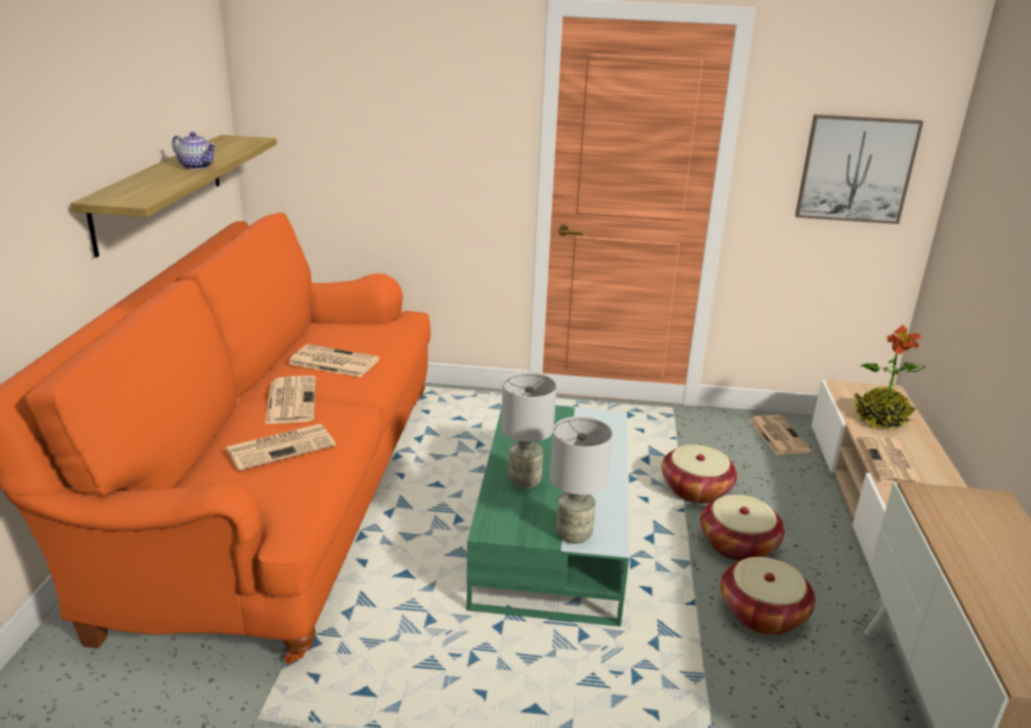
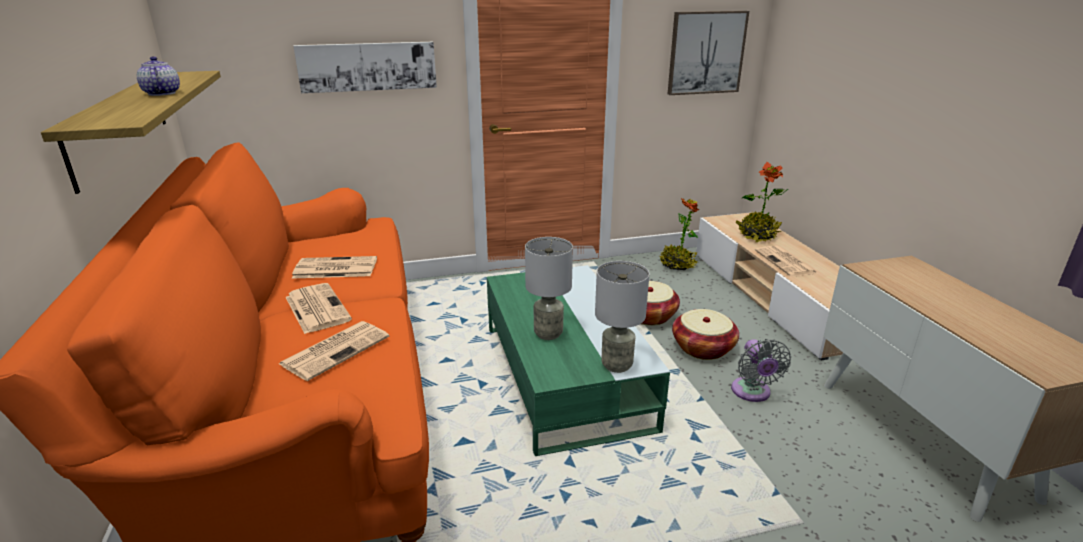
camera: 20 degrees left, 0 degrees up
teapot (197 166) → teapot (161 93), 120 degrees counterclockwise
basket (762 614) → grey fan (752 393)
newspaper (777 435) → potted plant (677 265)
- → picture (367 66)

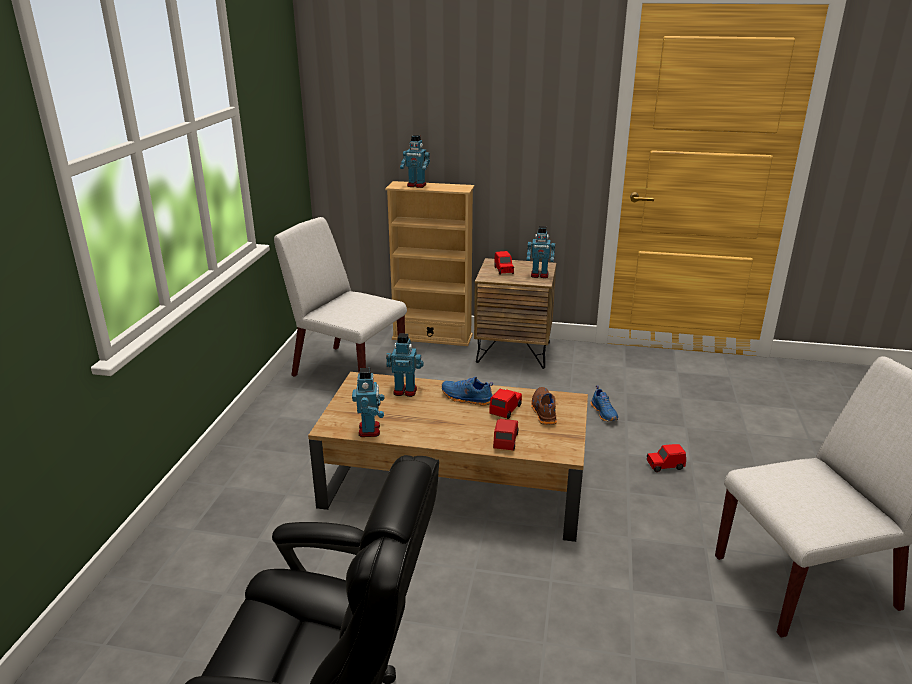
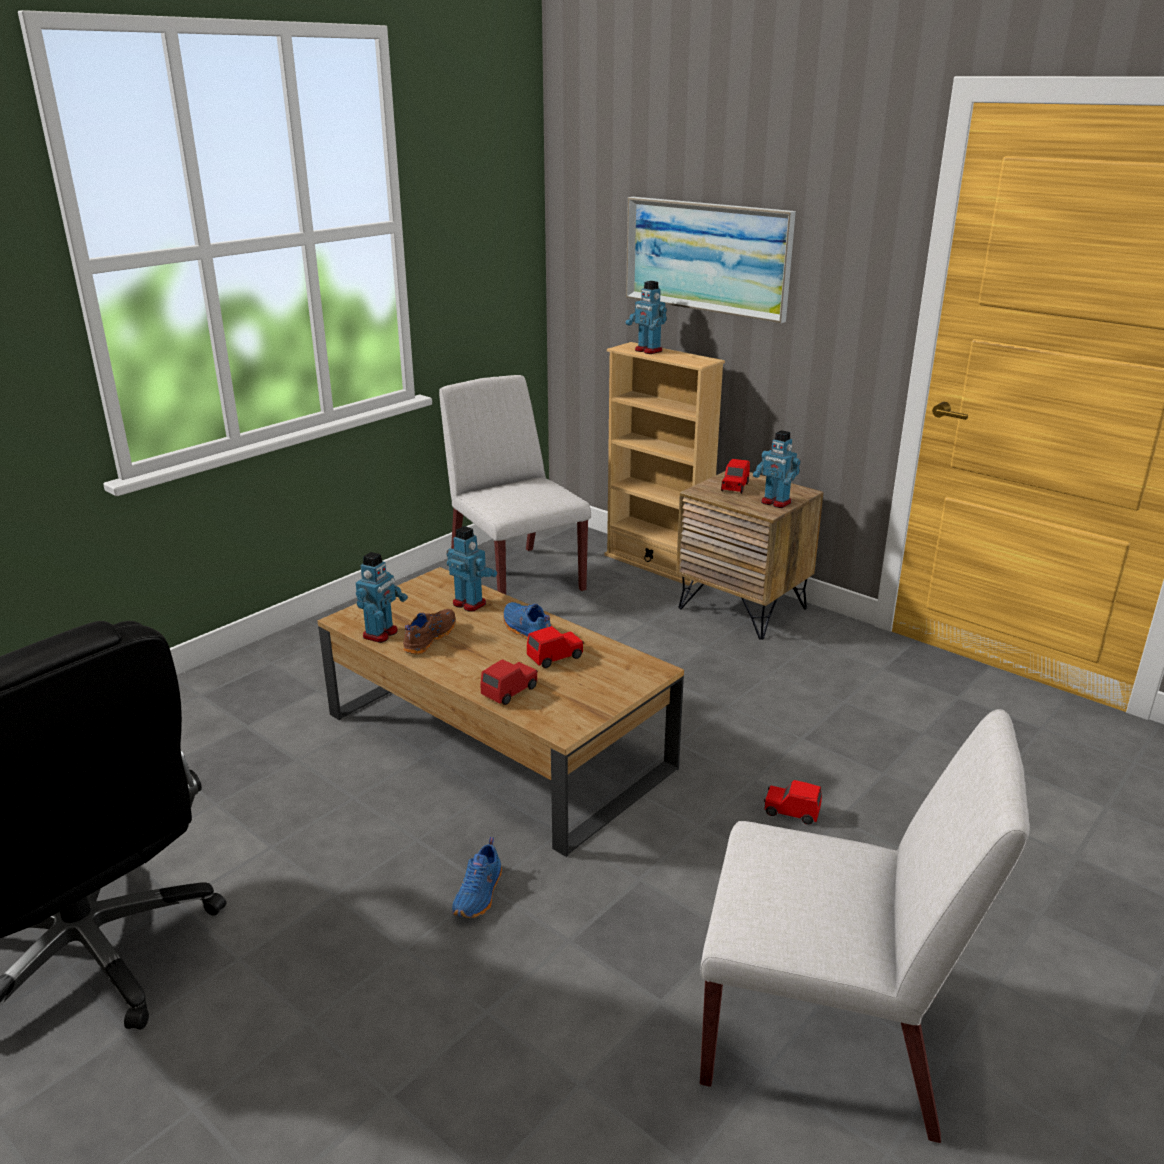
camera: 30 degrees right, 0 degrees up
brown shoe (543 411) → brown shoe (428 638), shifted
blue shoe (604 413) → blue shoe (479 894), shifted
- → picture (707 257)

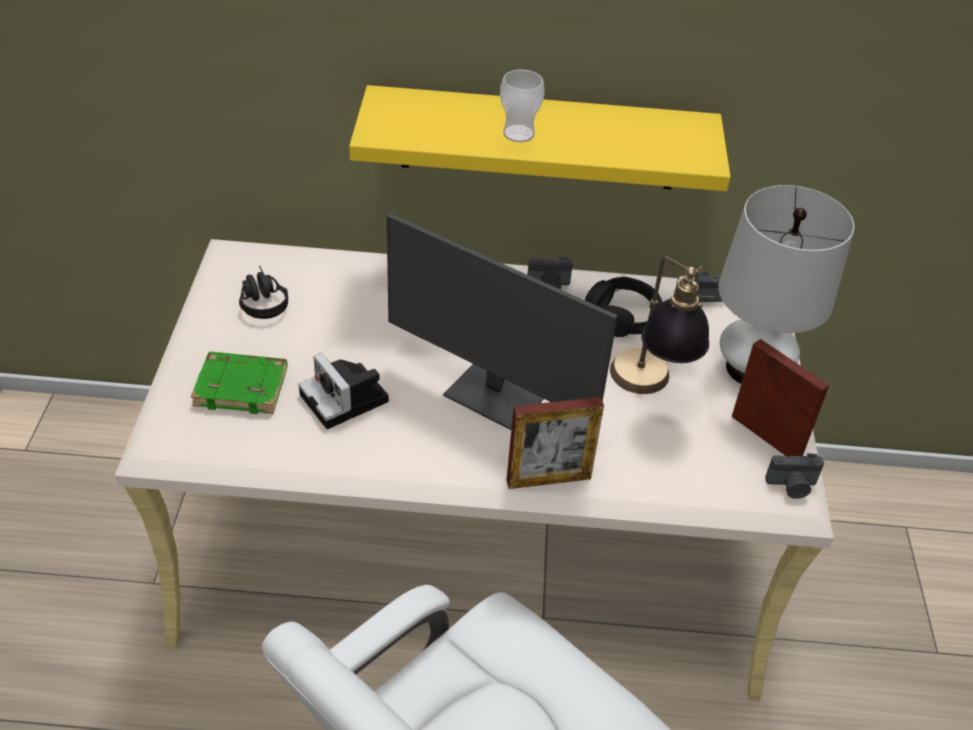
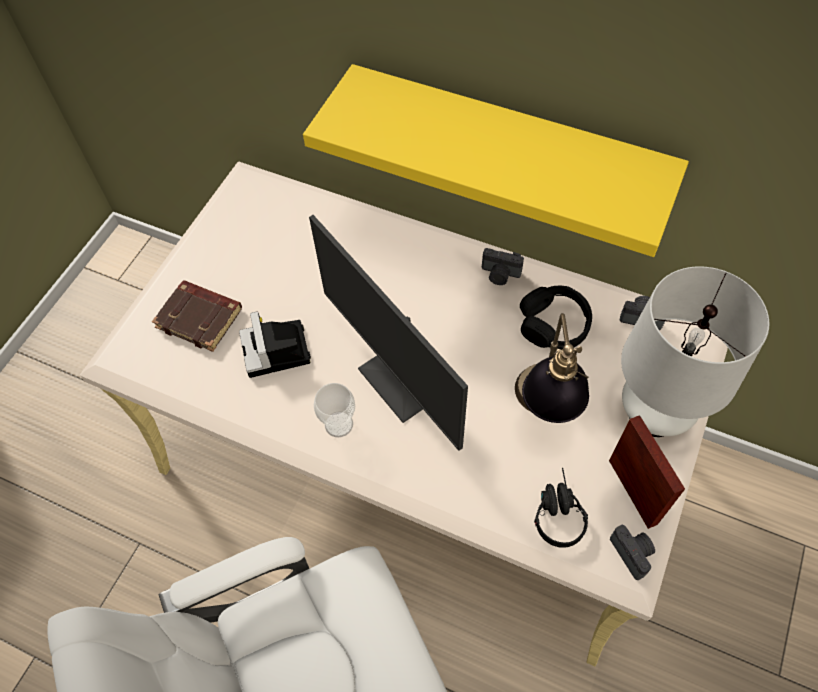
camera: 25 degrees right, 15 degrees up
green book (242 387) → brown book (201 318)
black headphones (261 300) → black headphones (556 511), shifted
cup (518 134) → cup (339 424), shifted
picture frame (548 479) → -
photo camera (792 486) → photo camera (633 553), 135 degrees counterclockwise

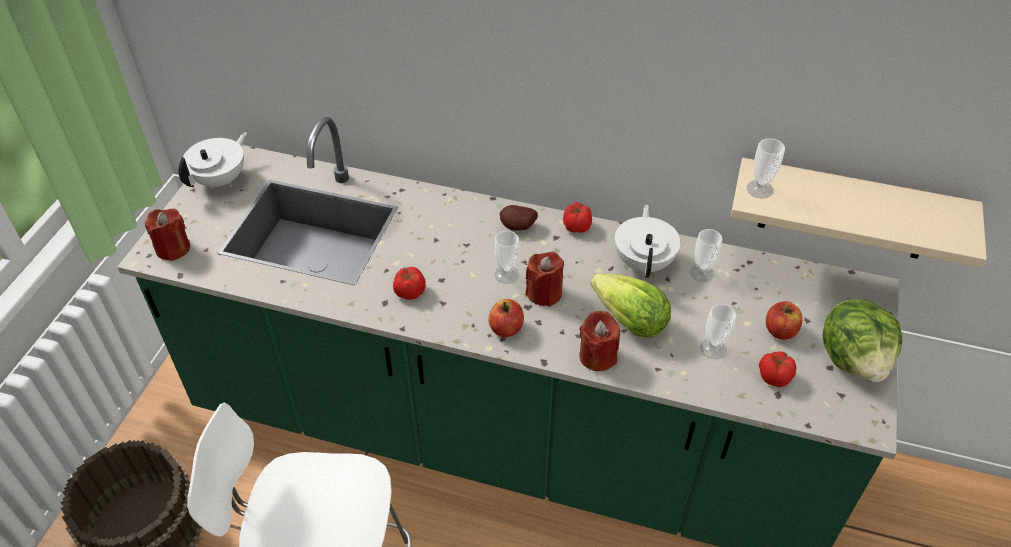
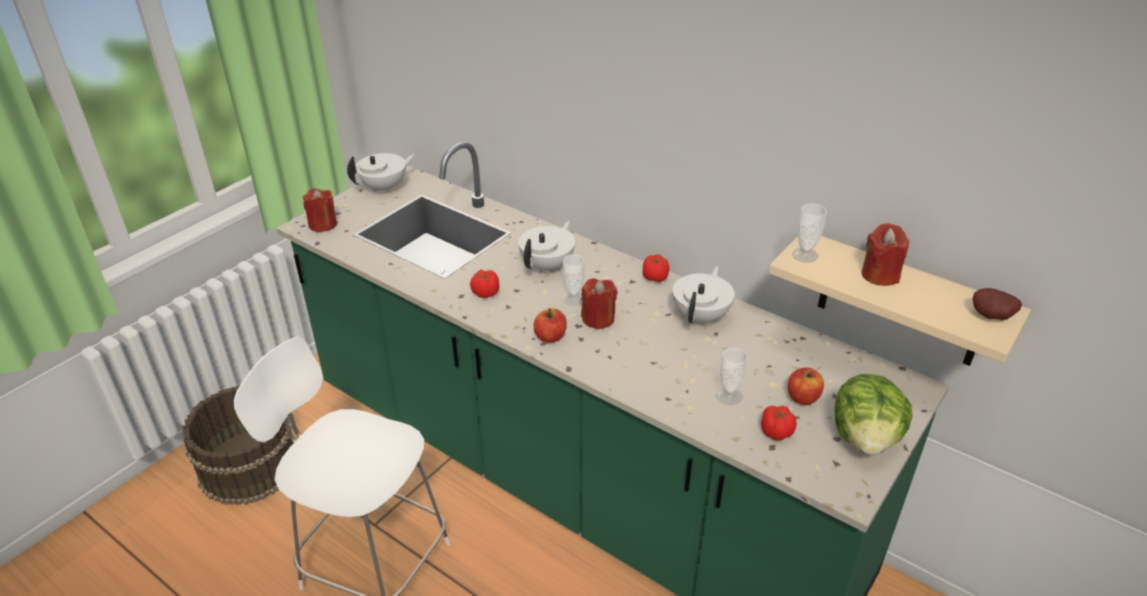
camera: 20 degrees right, 10 degrees down
potato (518 228) → potato (991 317), shifted
red candle (597 356) → red candle (880 275), shifted
lettuce (630 321) → -
cup (701 273) → -
- → white teapot (548 265)

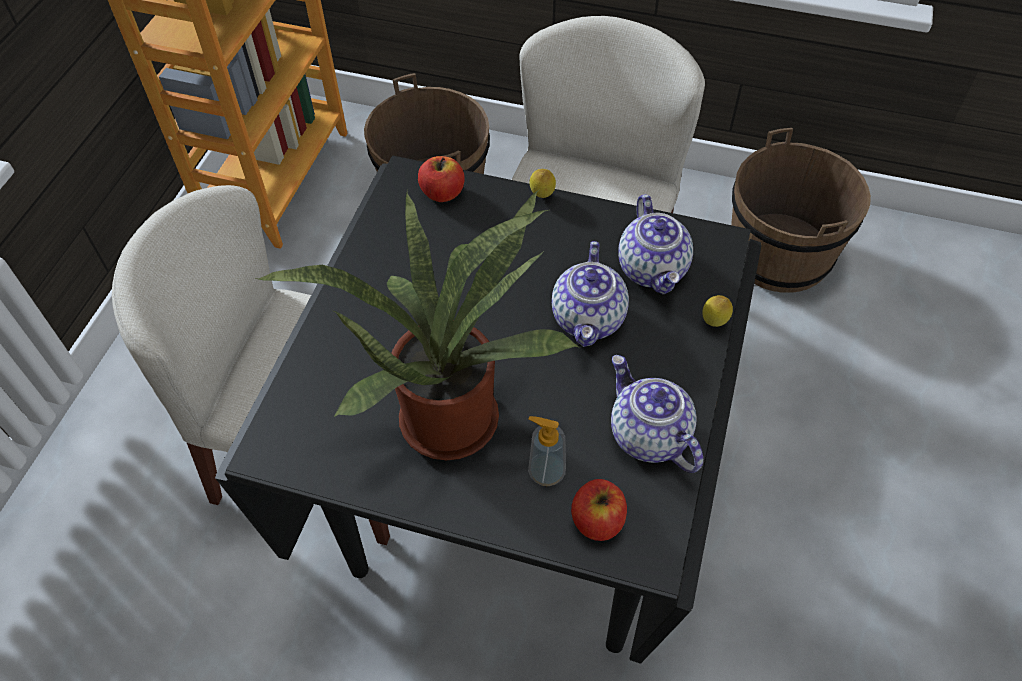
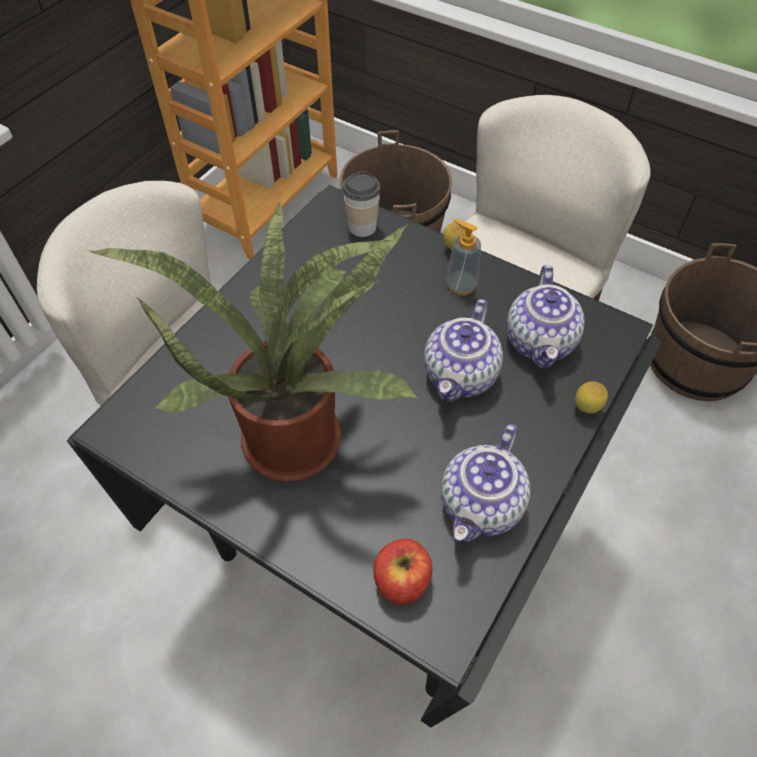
camera: 15 degrees right, 0 degrees up
apple (442 193) → cup (362 227)
soap dispenser (546 472) → soap dispenser (461 286), shifted
teapot (648 435) → teapot (482 506), 135 degrees counterclockwise

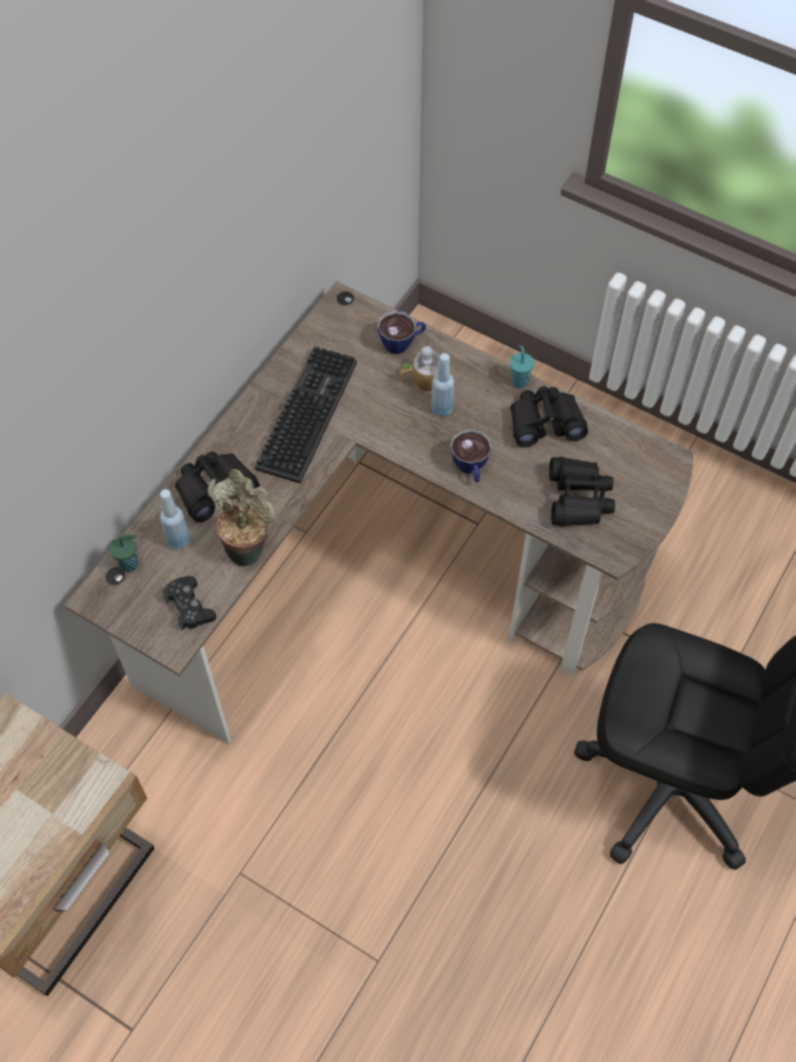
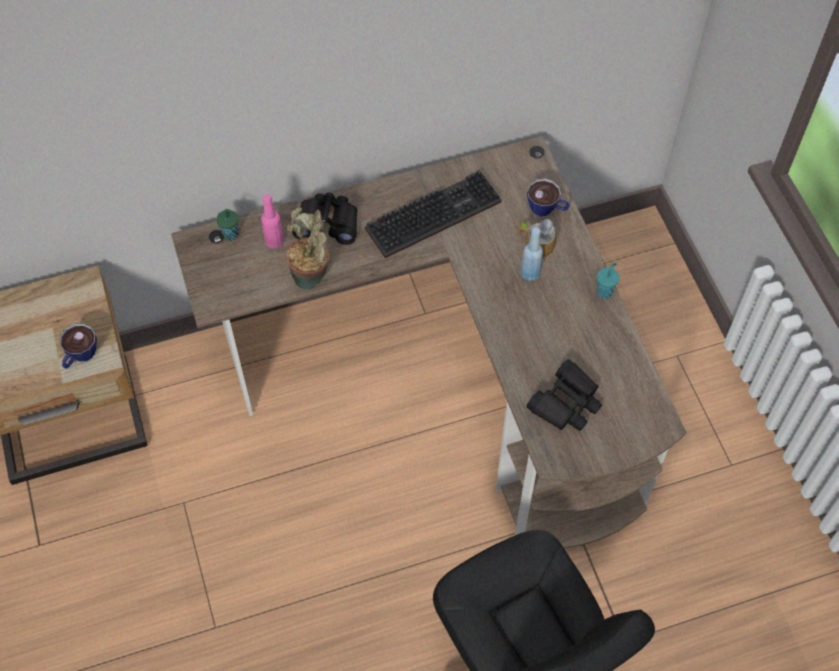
camera: 40 degrees right, 0 degrees up
blue bottle (178 540) → pink bottle (274 241)
black game controller (189 607) → -
cup (471 468) → cup (80 356), shifted
black binoculars (545 422) → -

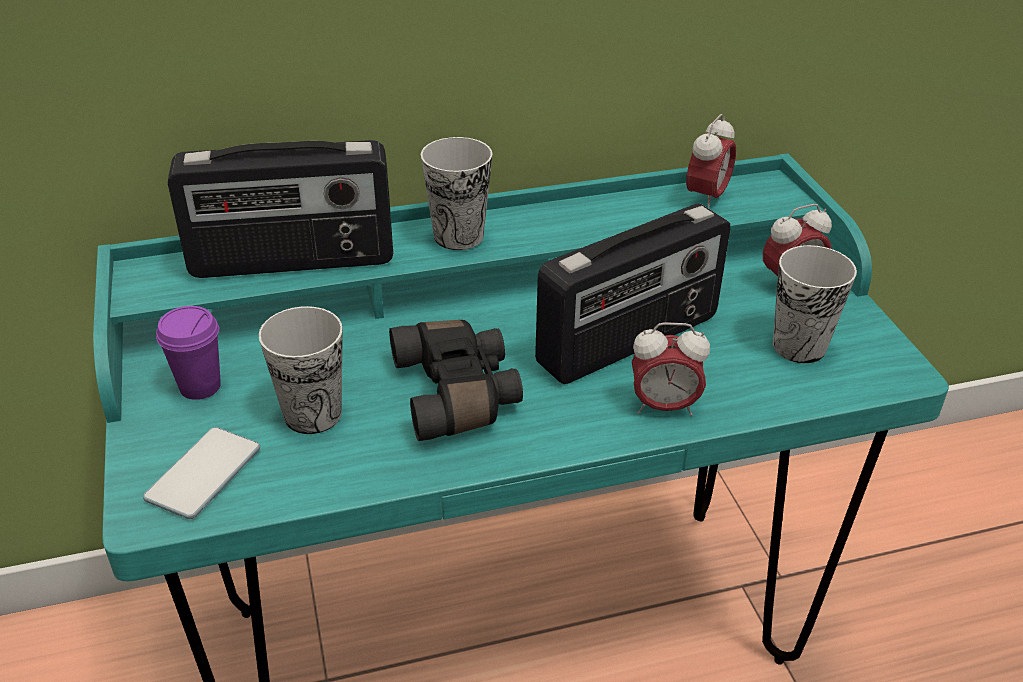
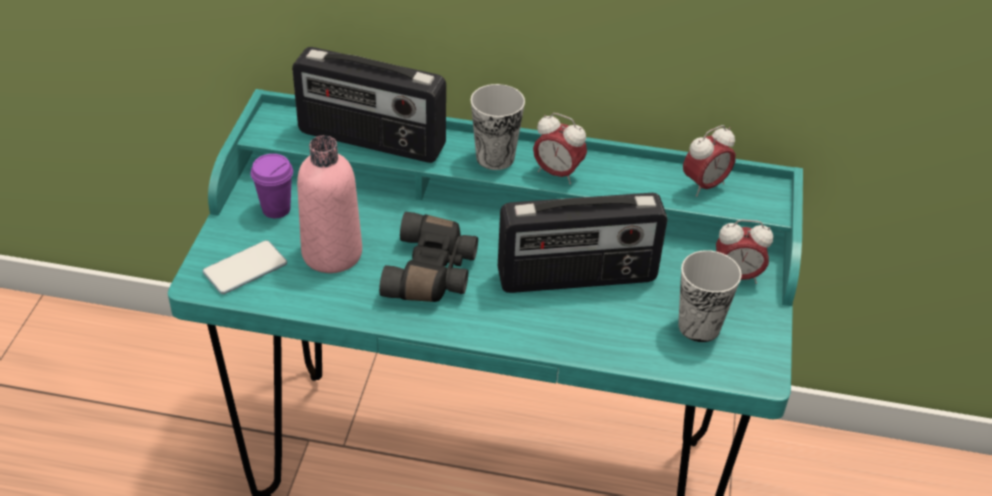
camera: 25 degrees right, 5 degrees up
cup (313 414) → pink bottle (332 253)
alarm clock (663 406) → alarm clock (557 173), shifted

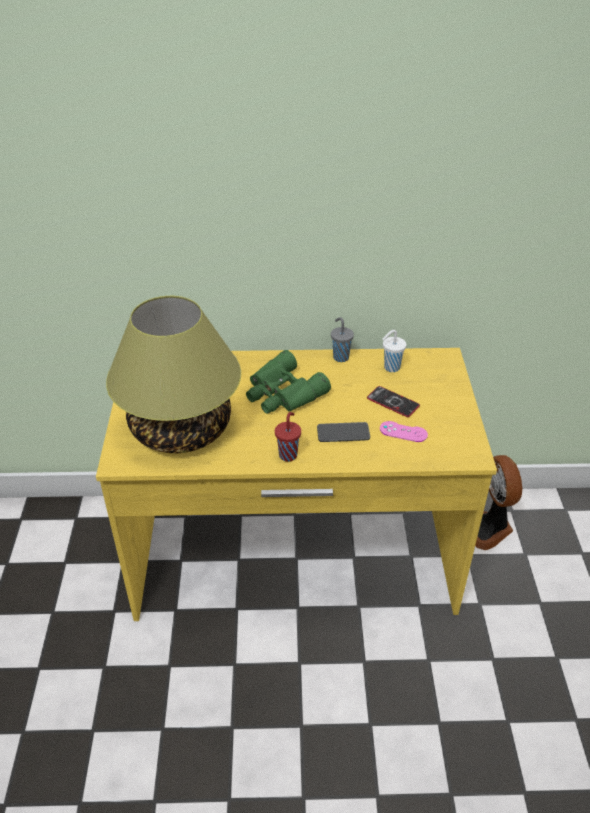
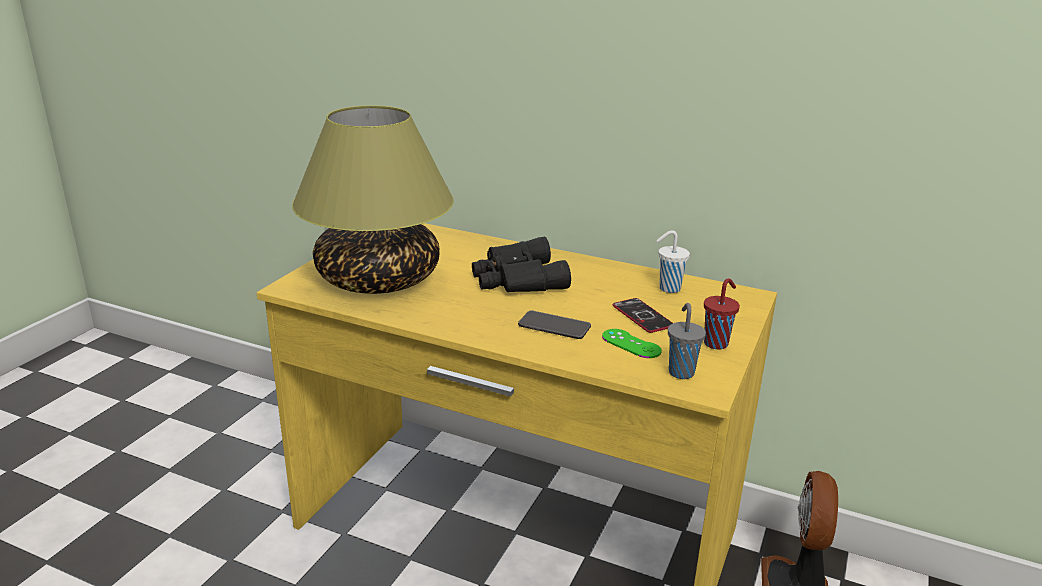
camera: 25 degrees right, 15 degrees down
green binoculars (282 393) → black binoculars (516 279)
red cup (288 454) → red cup (716 343), shifted
grey cup (340 357) → grey cup (681 372), shifted
pink game controller (403 432) → green game controller (631 344)

